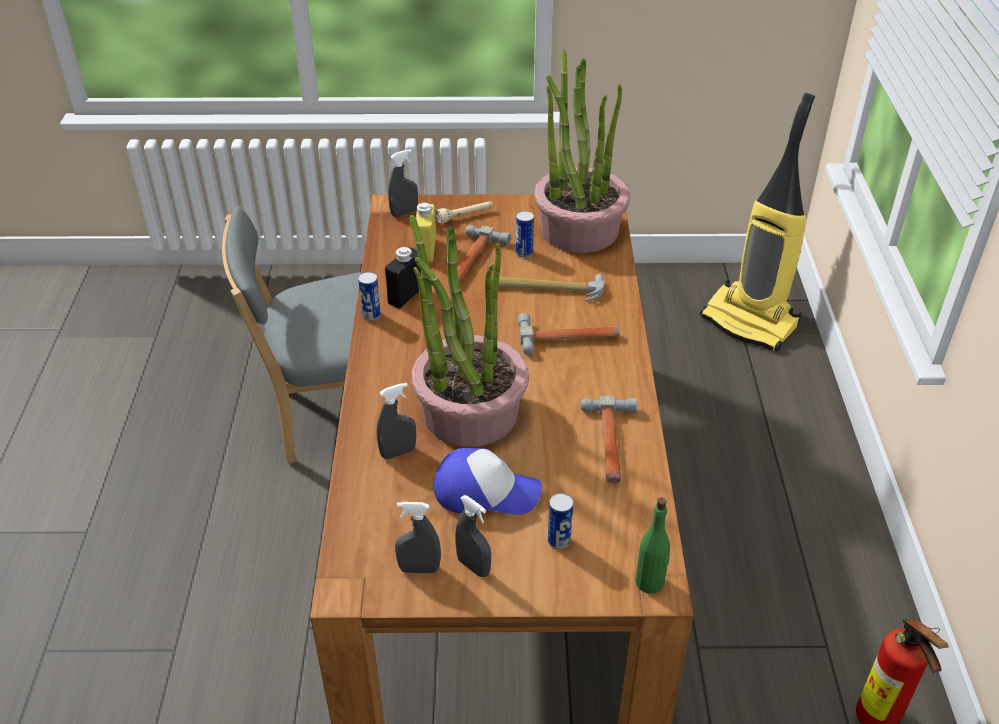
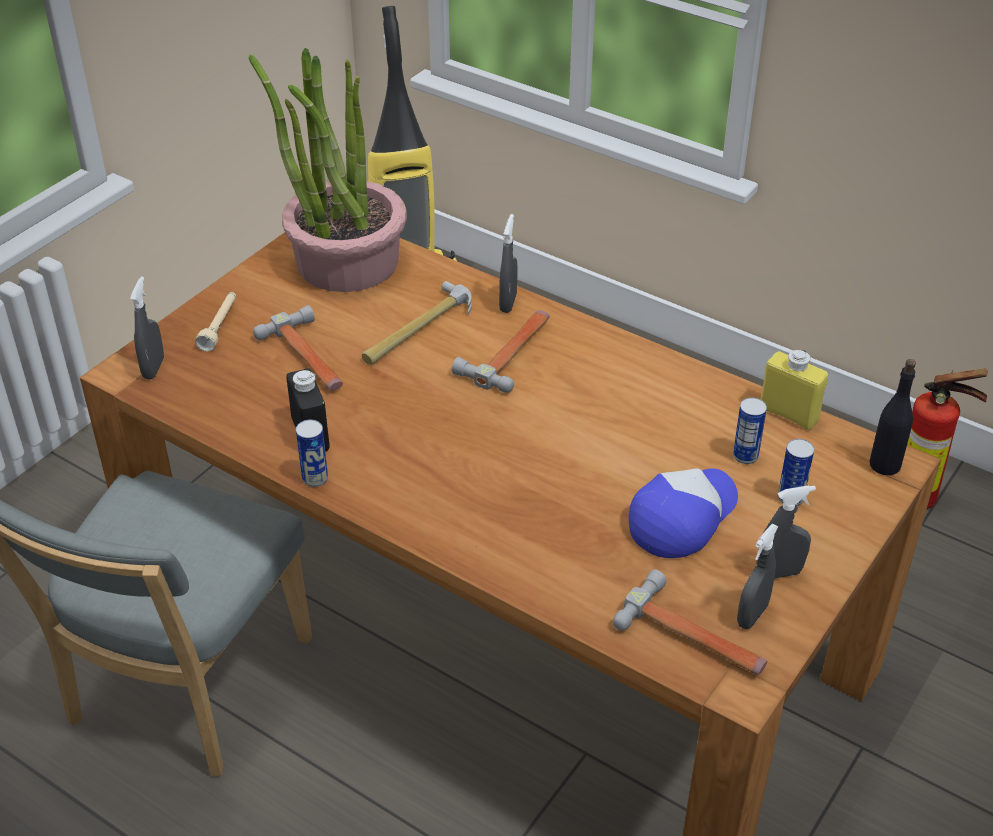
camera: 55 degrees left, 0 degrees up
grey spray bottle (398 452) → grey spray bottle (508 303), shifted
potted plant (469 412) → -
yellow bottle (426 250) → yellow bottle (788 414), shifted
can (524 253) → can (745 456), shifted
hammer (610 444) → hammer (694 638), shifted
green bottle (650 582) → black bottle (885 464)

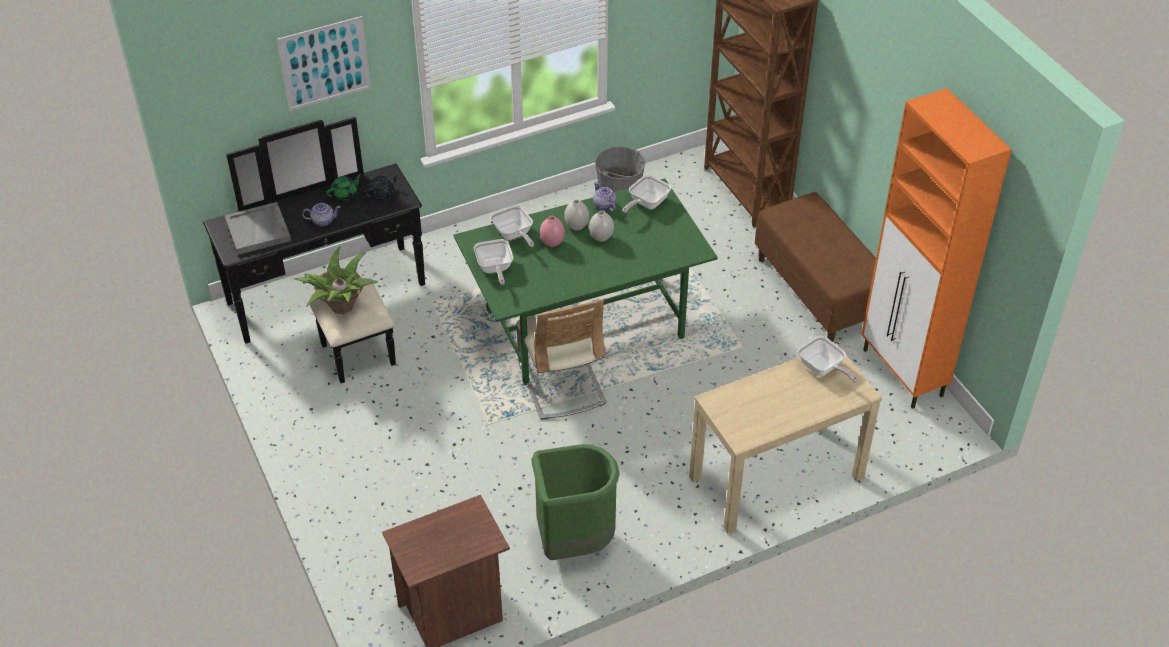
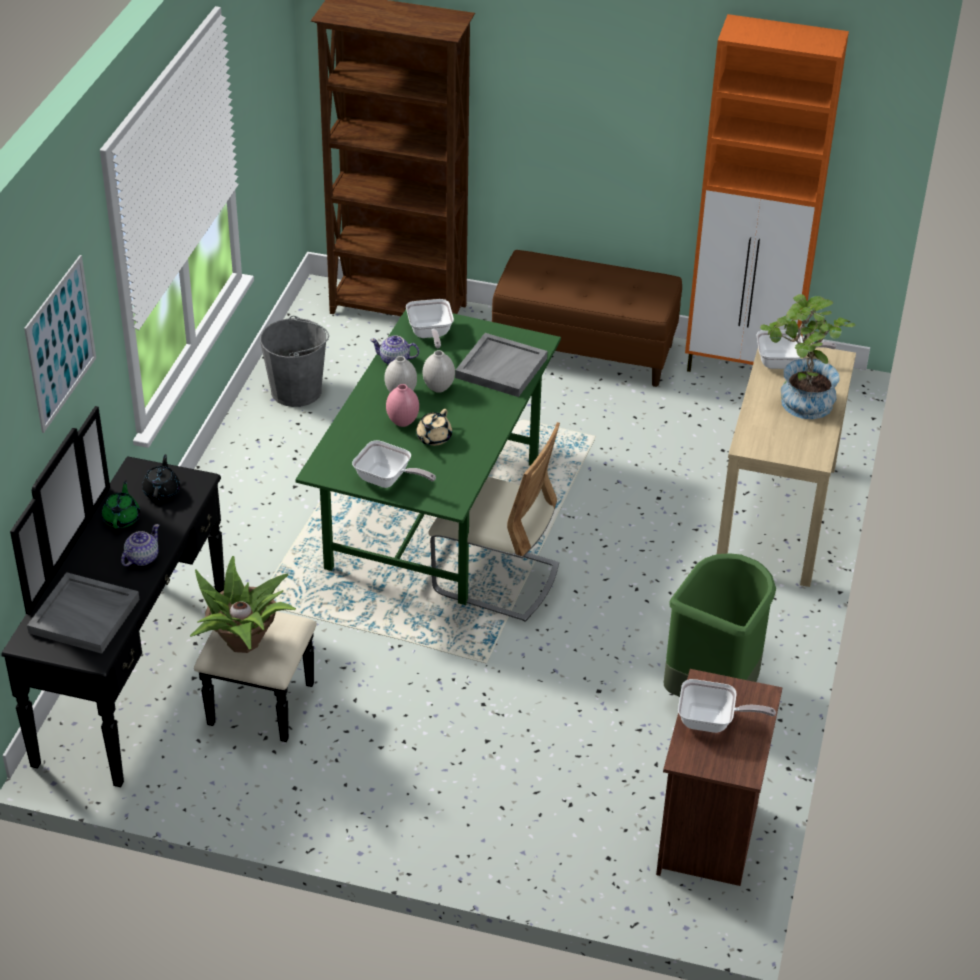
camera: 50 degrees left, 5 degrees down
frying pan (514 235) → frying pan (712 722), shifted
- → beige teapot (433 438)
- → grey tray (501 367)
- → potted plant (798 404)

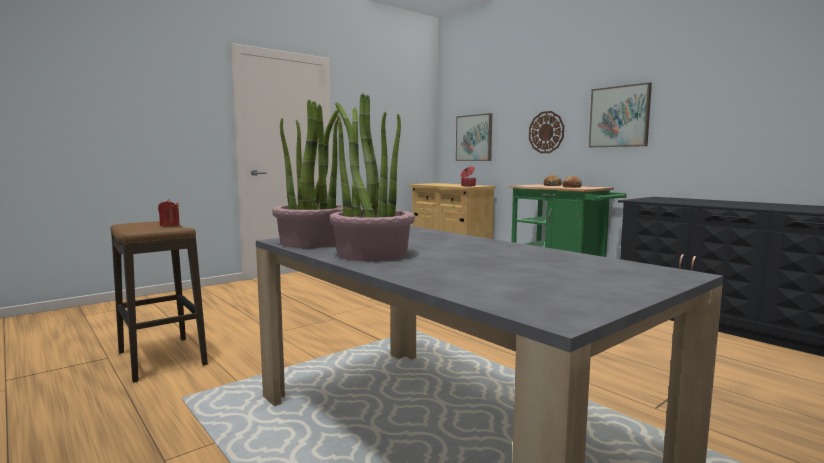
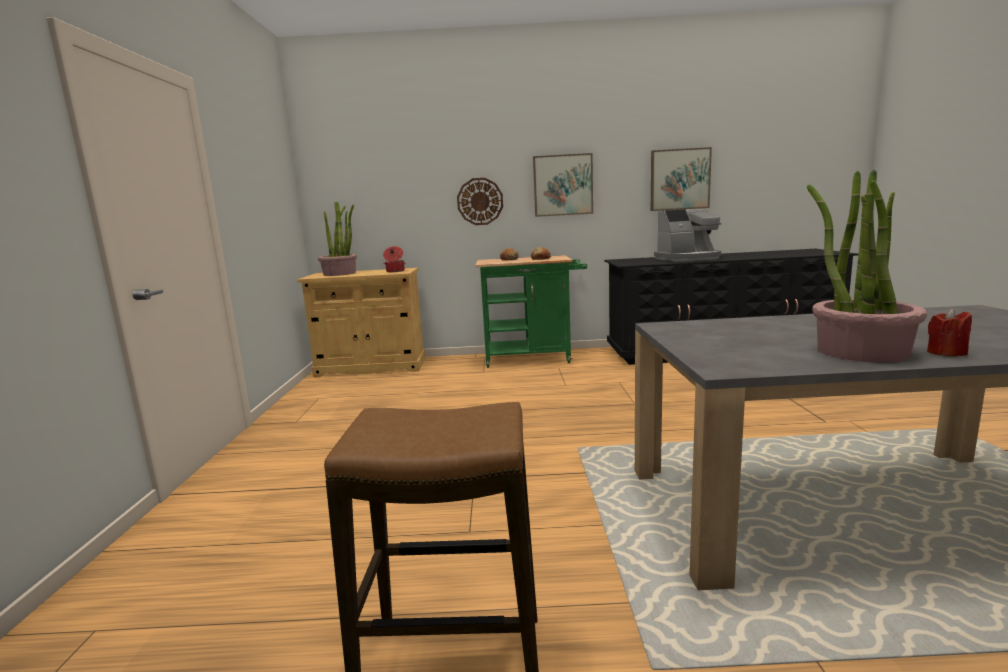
camera: 50 degrees left, 5 degrees up
red candle (169 225) → red candle (946 353), shifted
potted plant (312 242) → potted plant (340 273), shifted
picture (474 138) → picture (679 179), shifted
- → coffee machine (689 258)

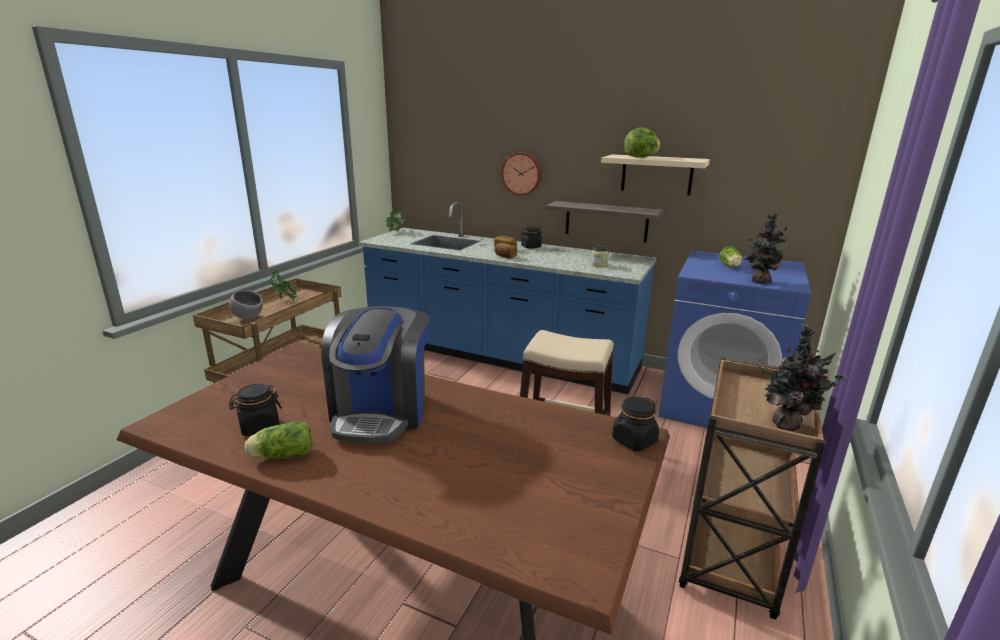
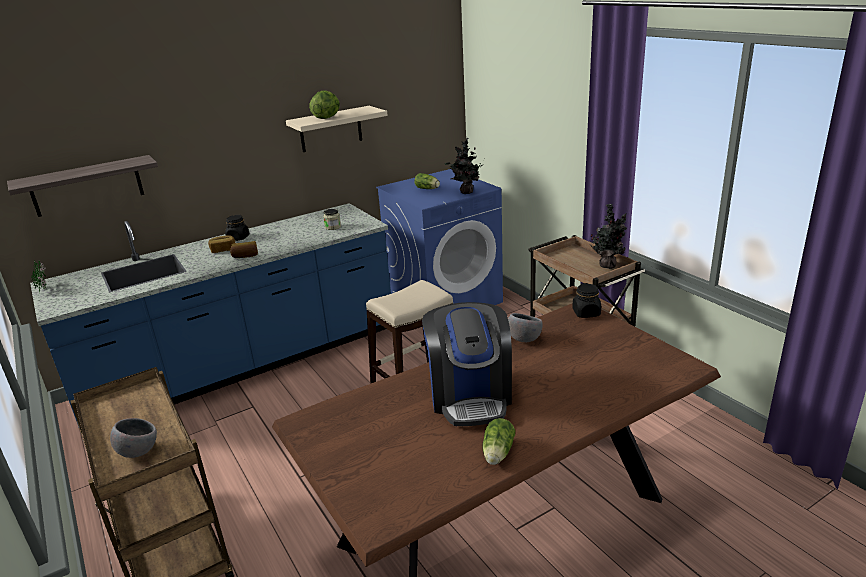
camera: 55 degrees left, 5 degrees up
black jar (259 426) → -
potted plant (285 301) → -
coffee machine (381 412) → coffee machine (470 396), 45 degrees clockwise
wall clock (522 173) → -
shelf (606 221) → shelf (87 186), shifted
- → grey bowl (524 340)

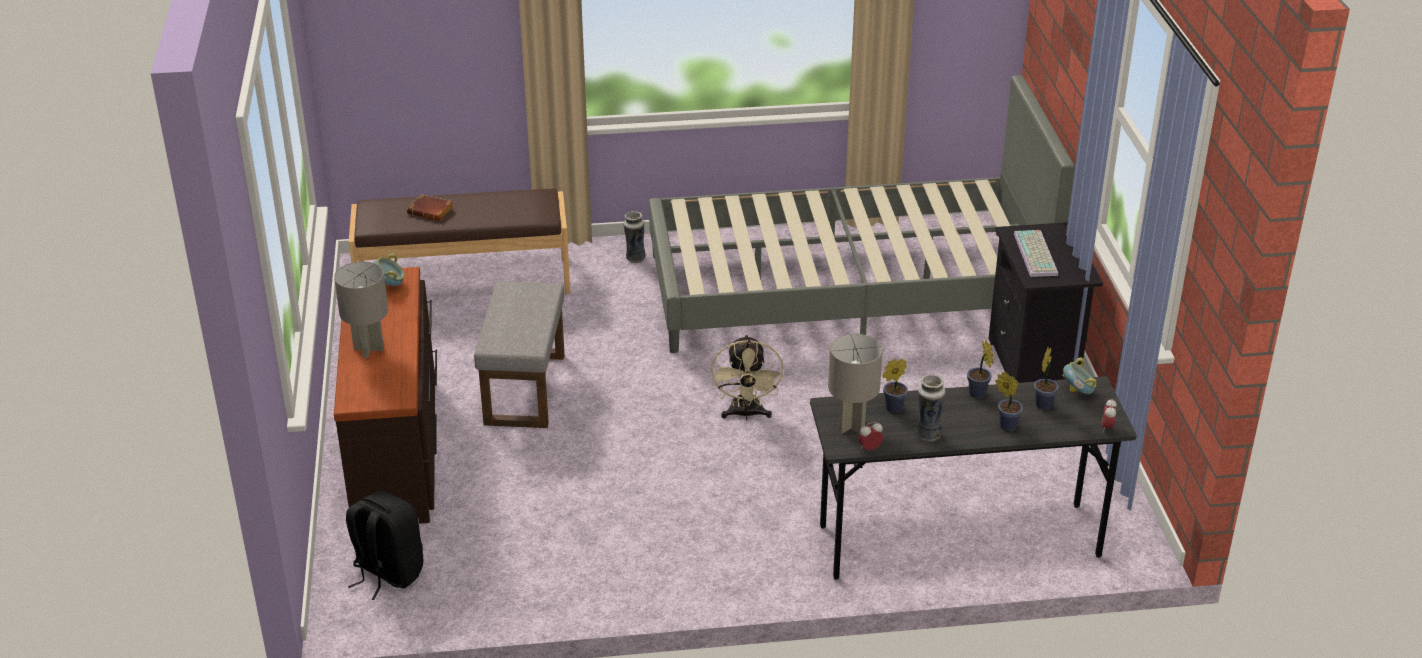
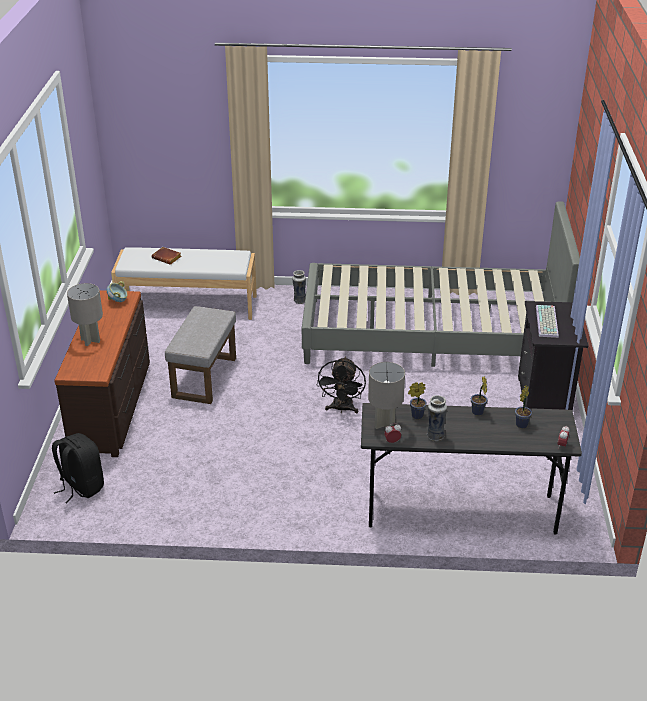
camera: 10 degrees right, 0 degrees up
brown bench (464 281) → white bench (187 305)
beige fan (746 414) → black fan (342 409)
potted plant (1006 425) → -
bowl (1077 392) → -

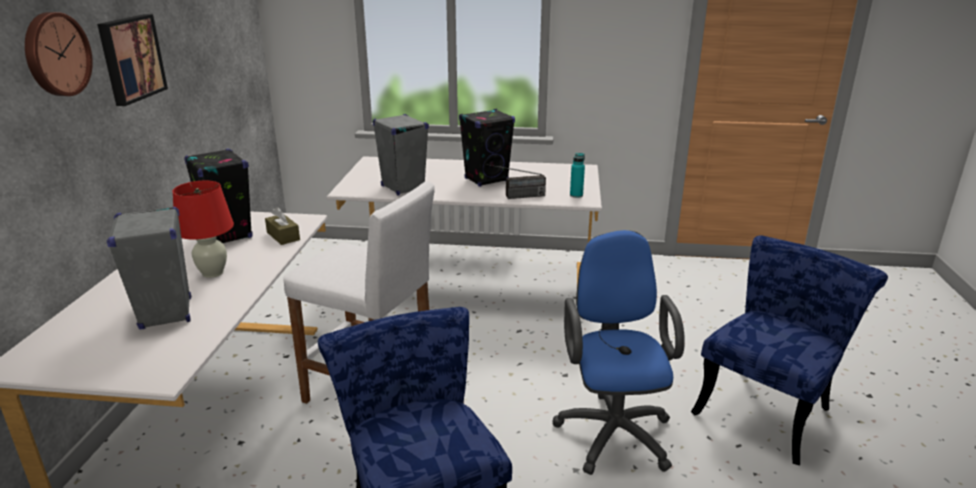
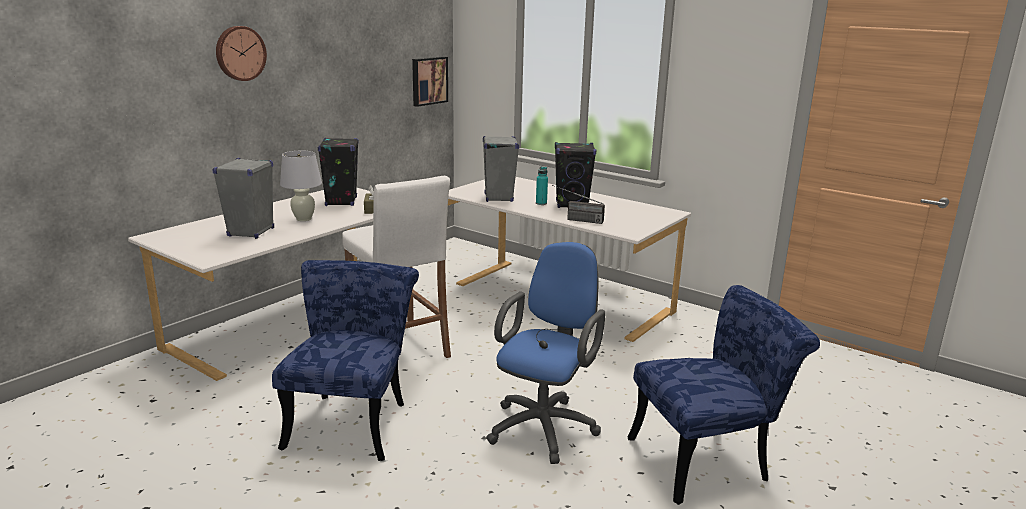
camera: 30 degrees right, 5 degrees down
picture (130 58) → picture (428 80), shifted
red table lamp (213 273) → white table lamp (304 219)
turquoise bottle (576 195) → turquoise bottle (541 203), shifted

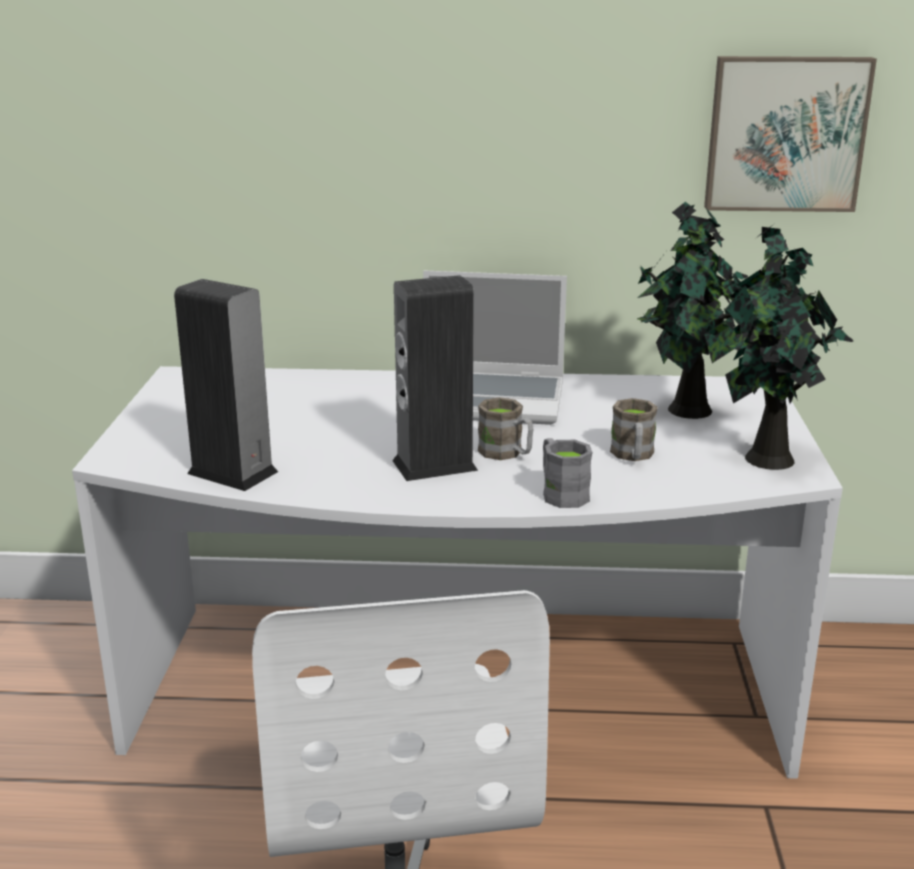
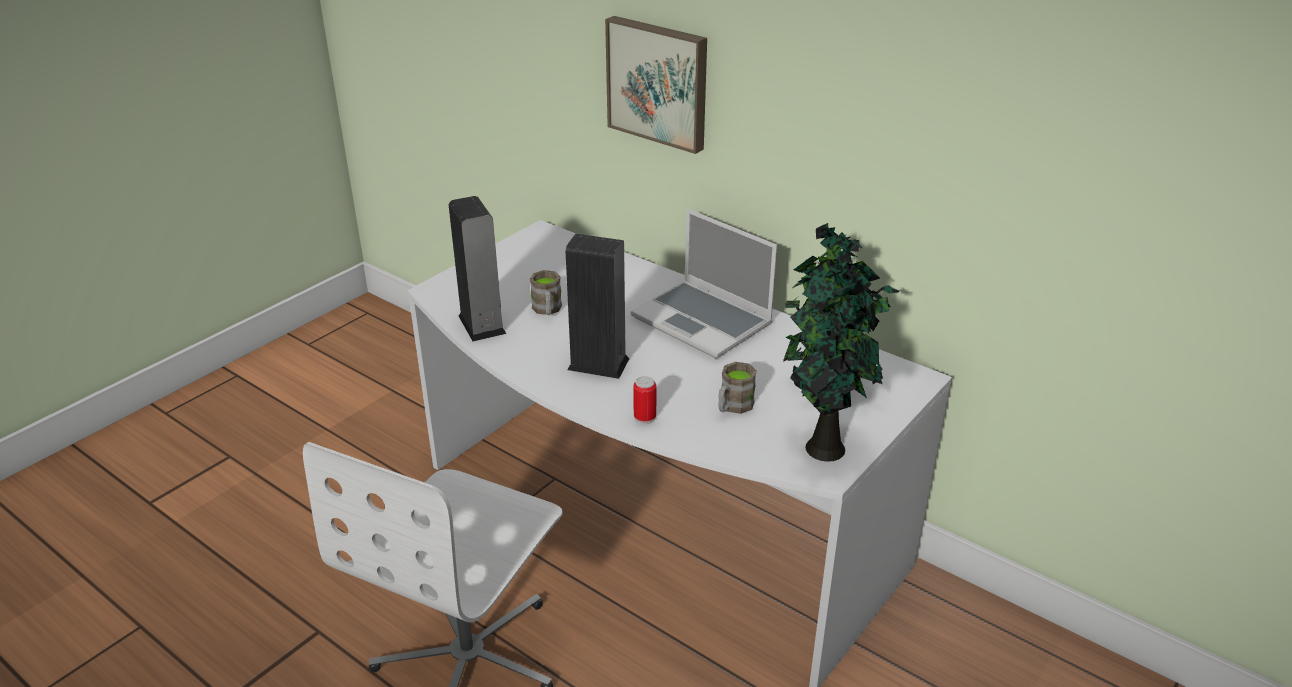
camera: 35 degrees right, 10 degrees up
brown mug (507 453) → brown mug (547 310), shifted
grey mug (561 493) → can (644 417)
picture (785 133) → picture (659 82), shifted

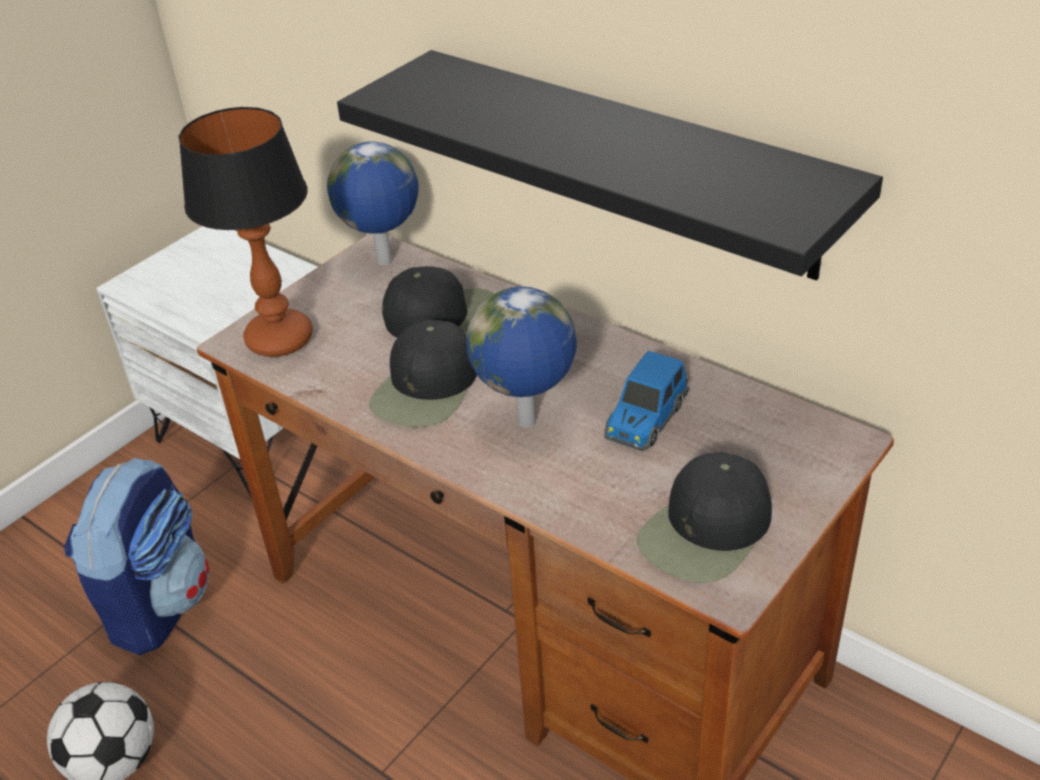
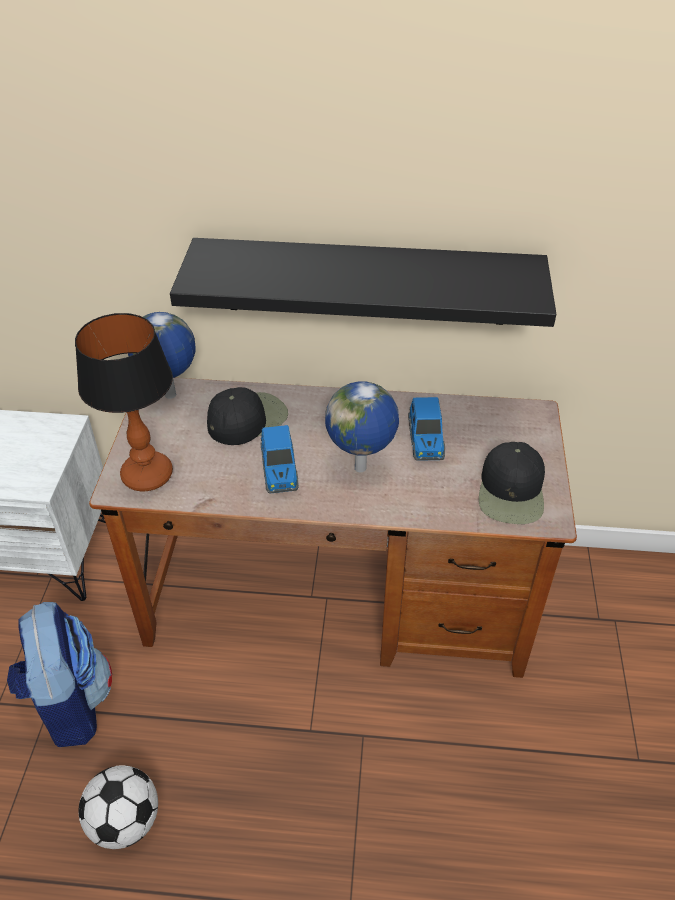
camera: 35 degrees left, 5 degrees up
black cap (426 388) → toy car (279 471)

